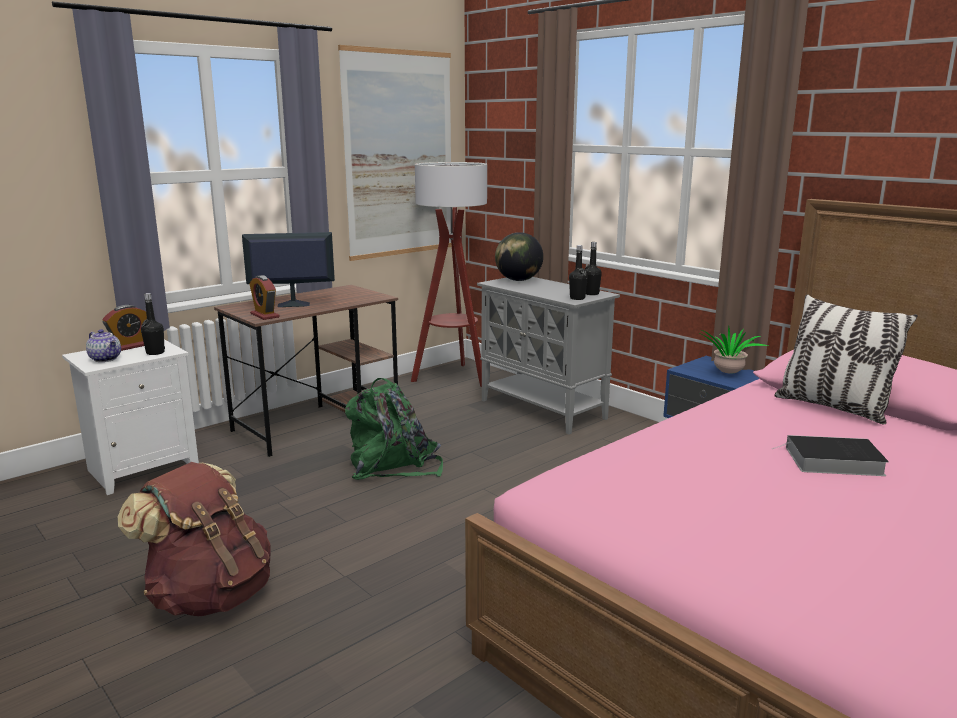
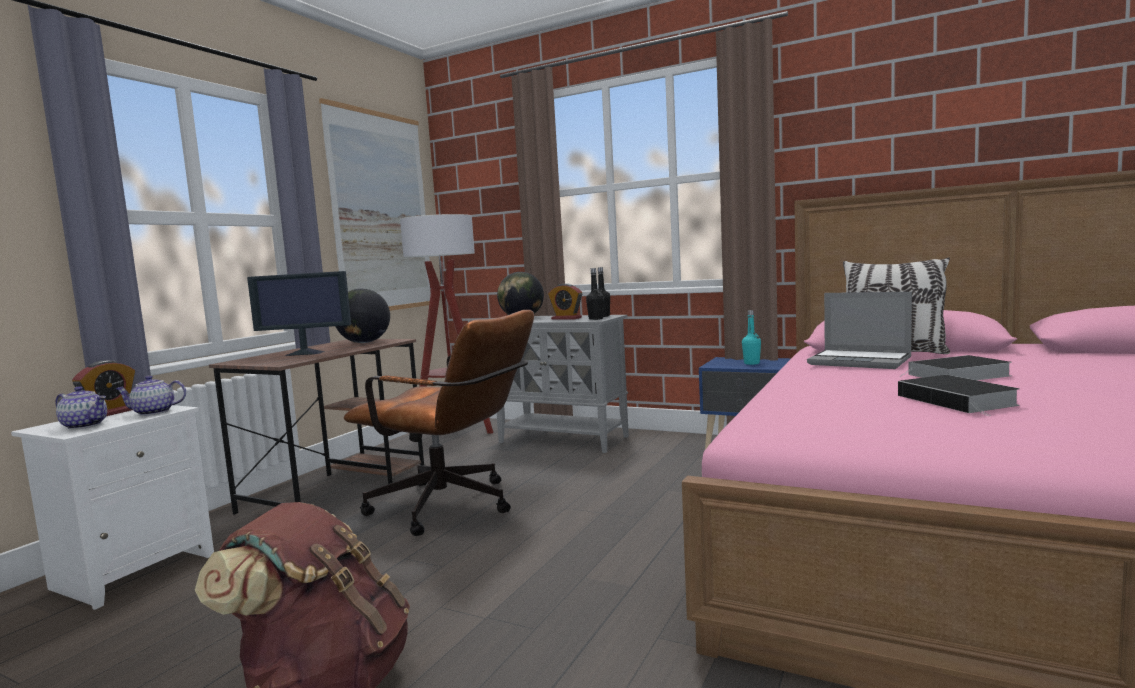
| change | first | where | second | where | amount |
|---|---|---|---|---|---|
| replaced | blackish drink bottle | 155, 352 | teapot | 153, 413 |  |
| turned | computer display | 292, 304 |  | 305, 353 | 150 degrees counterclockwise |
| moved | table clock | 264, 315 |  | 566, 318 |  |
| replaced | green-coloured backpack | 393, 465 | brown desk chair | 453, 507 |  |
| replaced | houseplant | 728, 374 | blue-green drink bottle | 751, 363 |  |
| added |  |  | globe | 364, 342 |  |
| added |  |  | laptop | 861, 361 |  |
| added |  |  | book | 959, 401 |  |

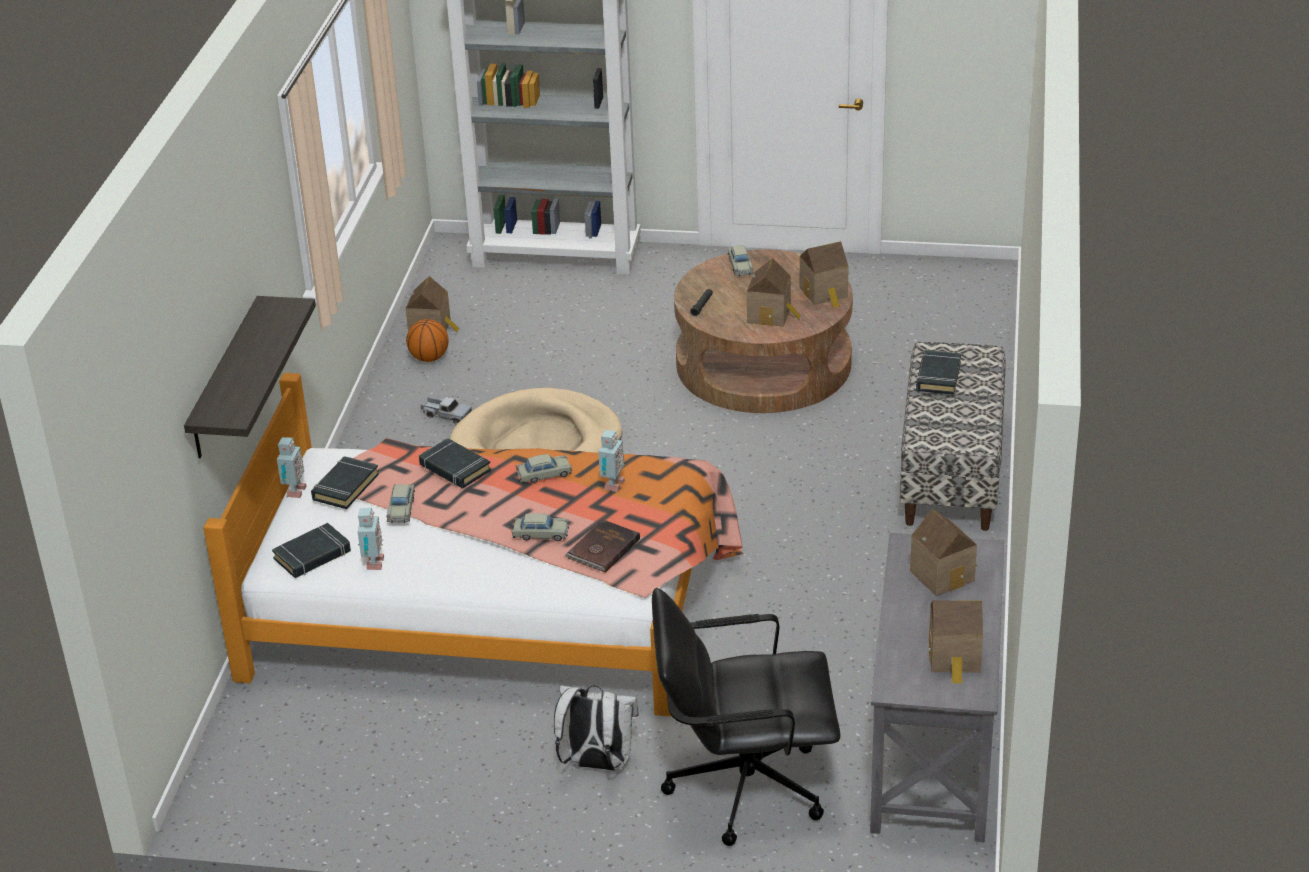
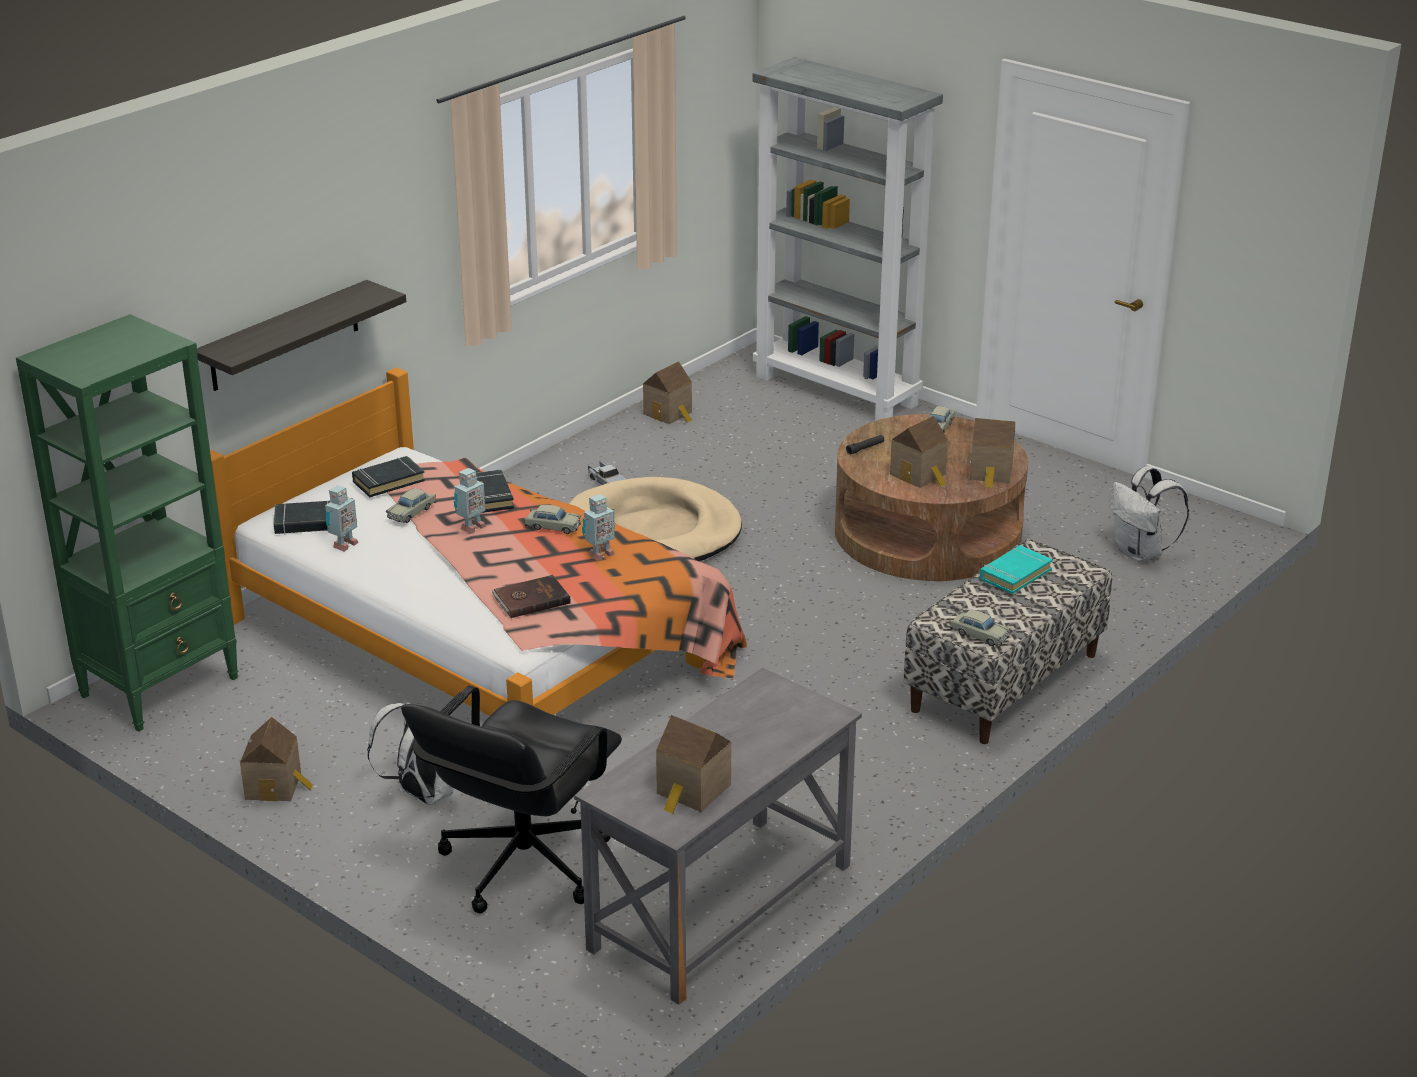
| change | first | where | second | where | amount |
|---|---|---|---|---|---|
| moved | model robot | 294, 492 |  | 471, 527 |  |
| removed | basketball | 429, 358 |  |  |  |
| moved | beige-coloured model car | 540, 534 |  | 979, 634 |  |
| turned | blackish desk chair | 744, 786 |  | 522, 864 | 90 degrees counterclockwise |
| moved | miniature house | 944, 574 |  | 276, 786 |  |
| recoloured | blackish book | 938, 376 | blue-green book | 1015, 574 |  |
| added |  |  | green-coloured shelving unit | 161, 686 |  |
| added |  |  | white-coloured backpack | 1140, 553 |  |

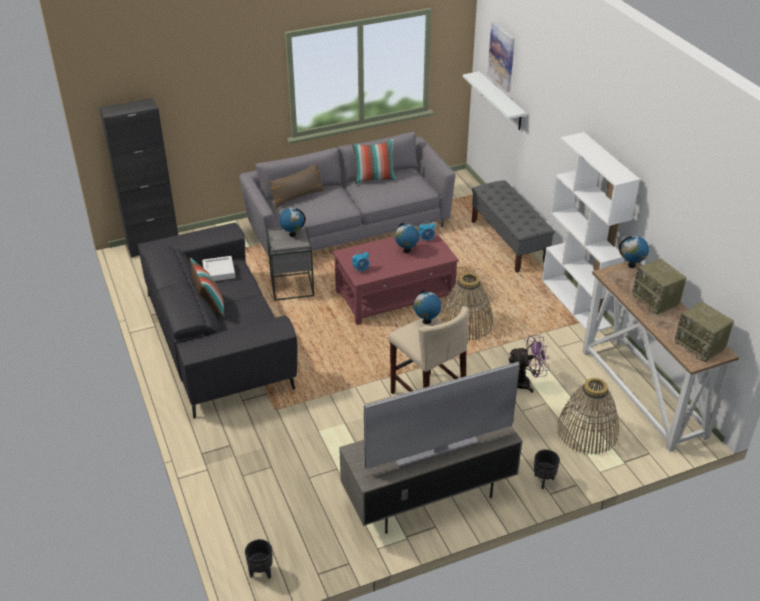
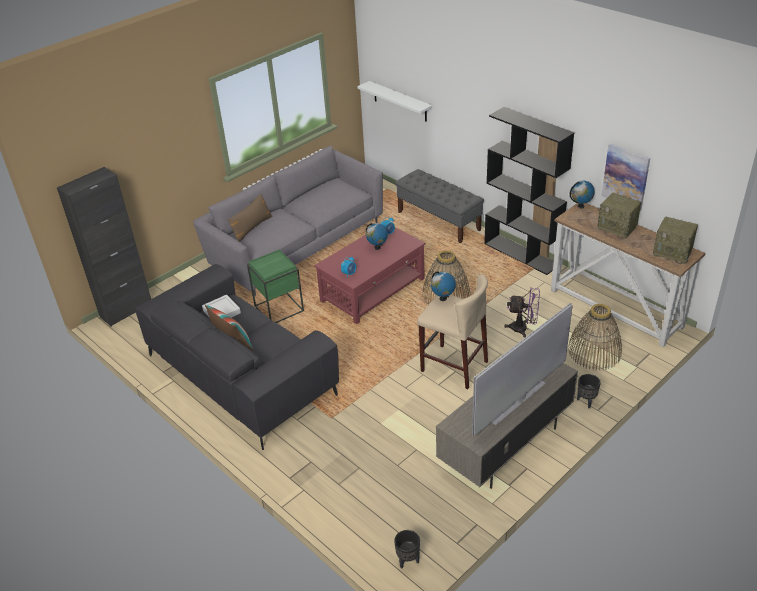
| change | first | where | second | where | amount |
|---|---|---|---|---|---|
| recoloured | grey side table | 292, 287 | green-coloured side table | 279, 309 |  |
| removed | globe | 292, 234 |  |  |  |
| removed | throw pillow | 374, 178 |  |  |  |
| moved | picture | 502, 56 |  | 626, 177 |  |
| turned | purplish fan | 525, 383 |  | 523, 328 | 45 degrees clockwise |
| recoloured | white-coloured shelving unit | 576, 303 | blackish shelving unit | 522, 254 |  |

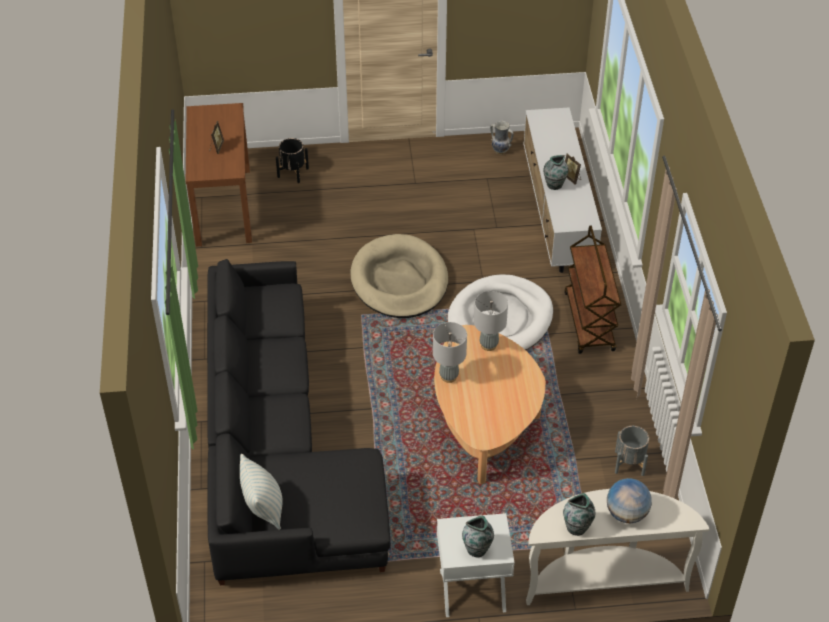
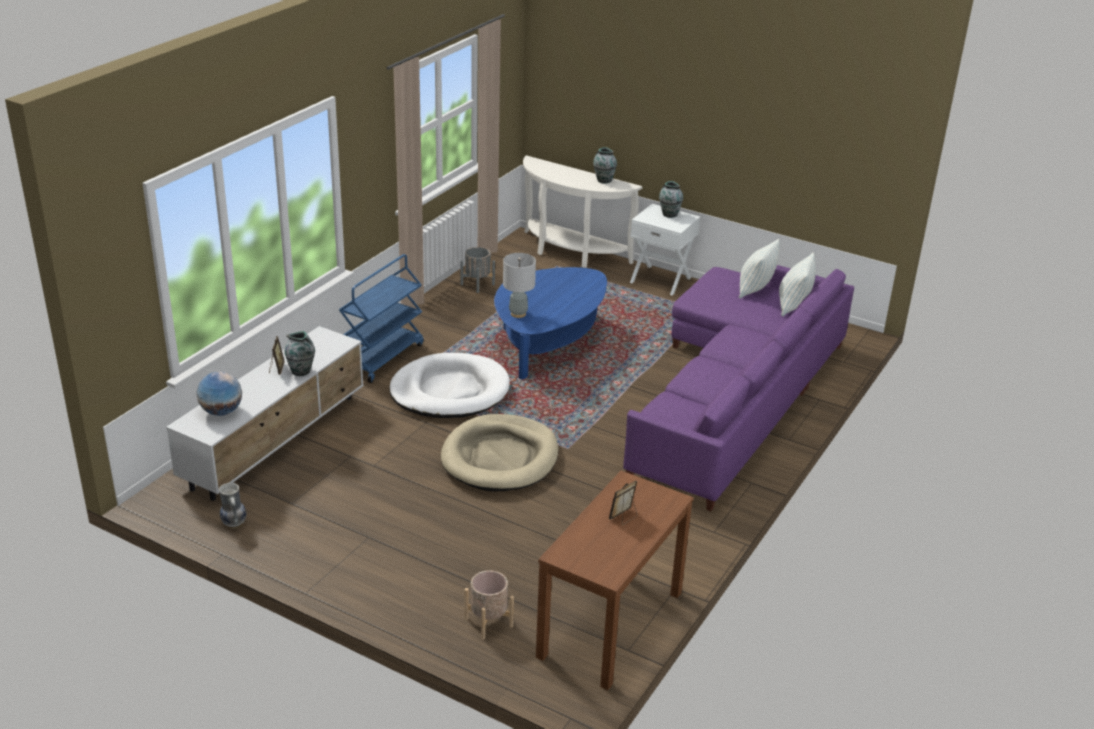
| change | first | where | second | where | amount |
|---|---|---|---|---|---|
| recoloured | blackish settee | 278, 453 | purplish settee | 736, 393 |  |
| recoloured | blackish flower pot | 293, 172 | beige-coloured flower pot | 488, 622 |  |
| removed | grey table lamp | 448, 376 |  |  |  |
| recoloured | beige-coloured coffee table | 485, 420 | blue-coloured coffee table | 548, 343 |  |
| recoloured | brown wheeled cart | 589, 322 | blue-coloured wheeled cart | 382, 358 |  |
| moved | globe | 627, 513 |  | 221, 411 |  |
| added |  |  | throw pillow | 755, 289 |  |

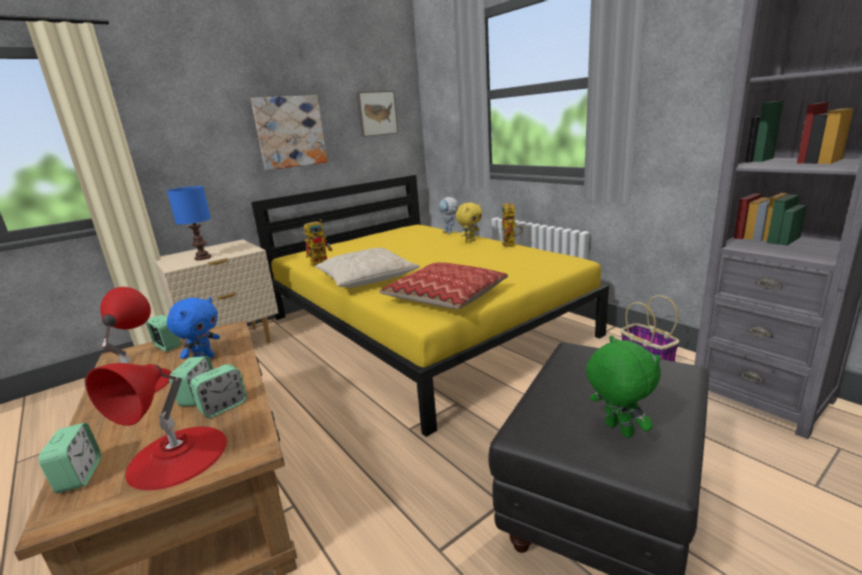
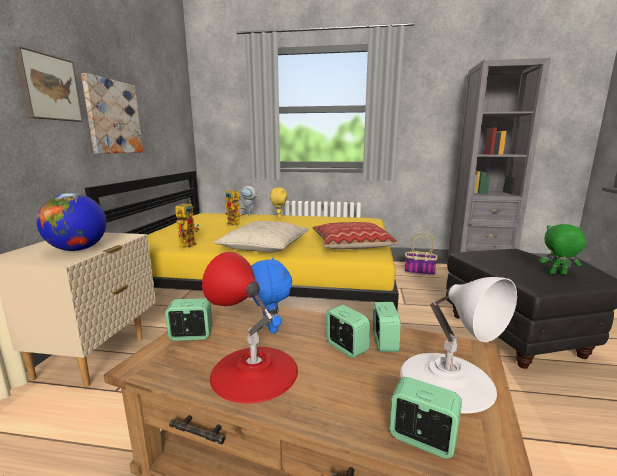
| change | first | where | second | where | amount |
|---|---|---|---|---|---|
| recoloured | red-coloured table lamp | 178, 456 | white-coloured table lamp | 446, 379 |  |
| replaced | blue-coloured table lamp | 202, 258 | globe | 78, 249 |  |
| moved | picture | 376, 113 |  | 47, 88 |  |
| moved | model robot | 511, 245 |  | 236, 224 |  |

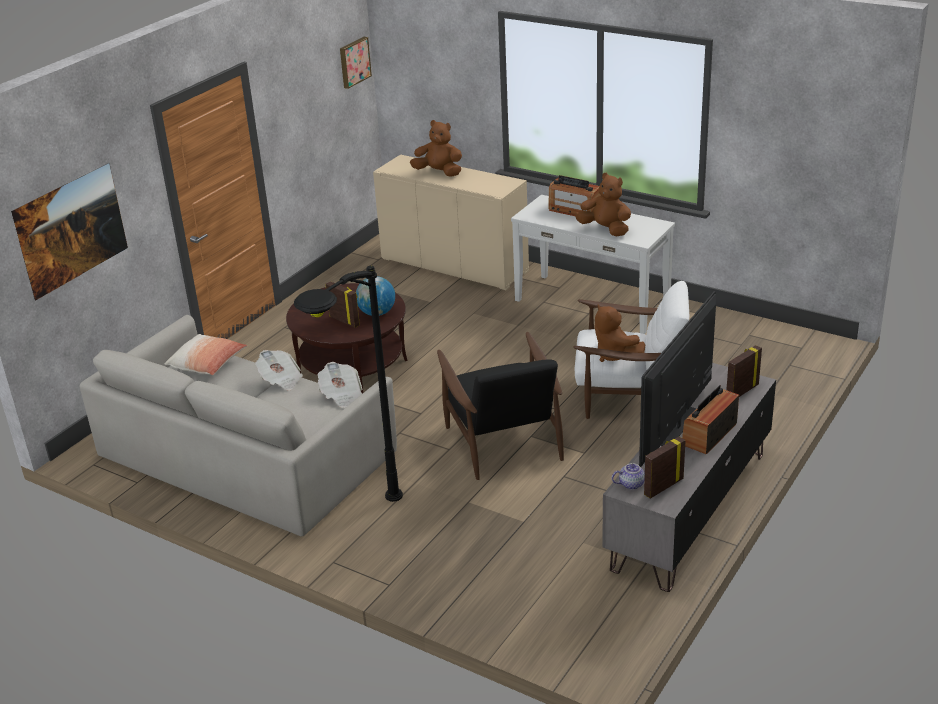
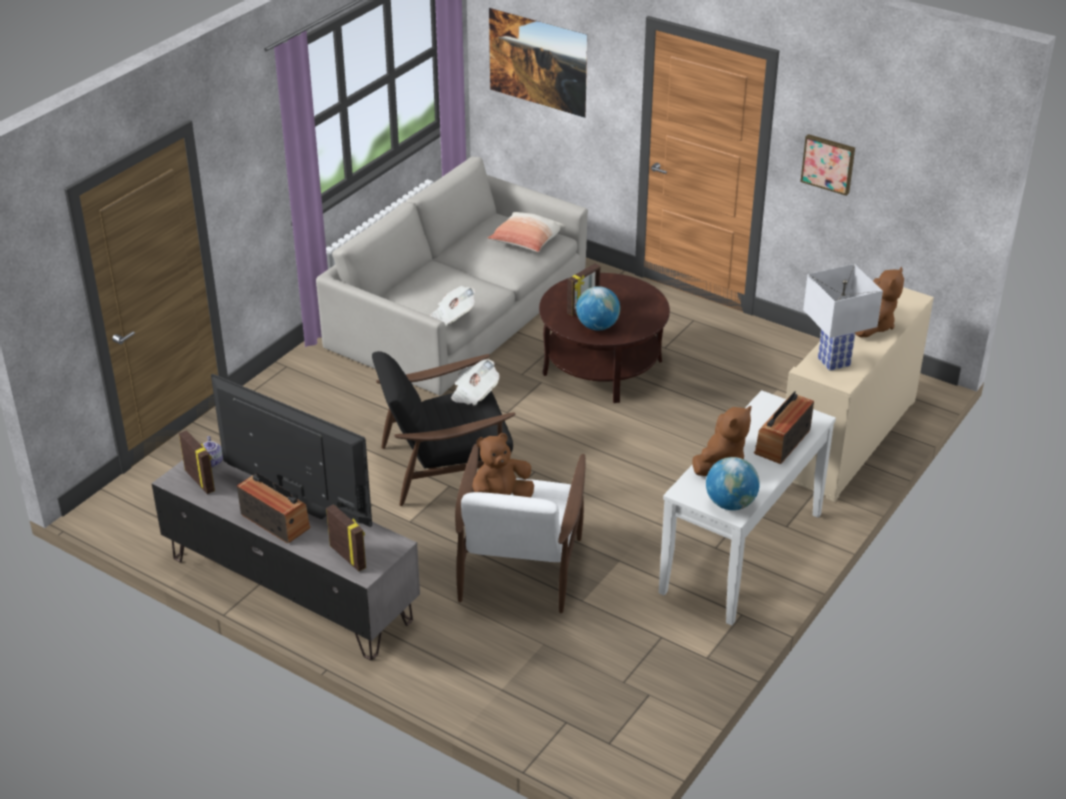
| change | first | where | second | where | amount |
|---|---|---|---|---|---|
| moved | printed paper | 280, 380 |  | 474, 393 |  |
| removed | blackish standard lamp | 360, 528 |  |  |  |
| moved | picture | 354, 62 |  | 828, 163 |  |
| added |  |  | globe | 730, 503 |  |
| added |  |  | white-coloured table lamp | 834, 361 |  |

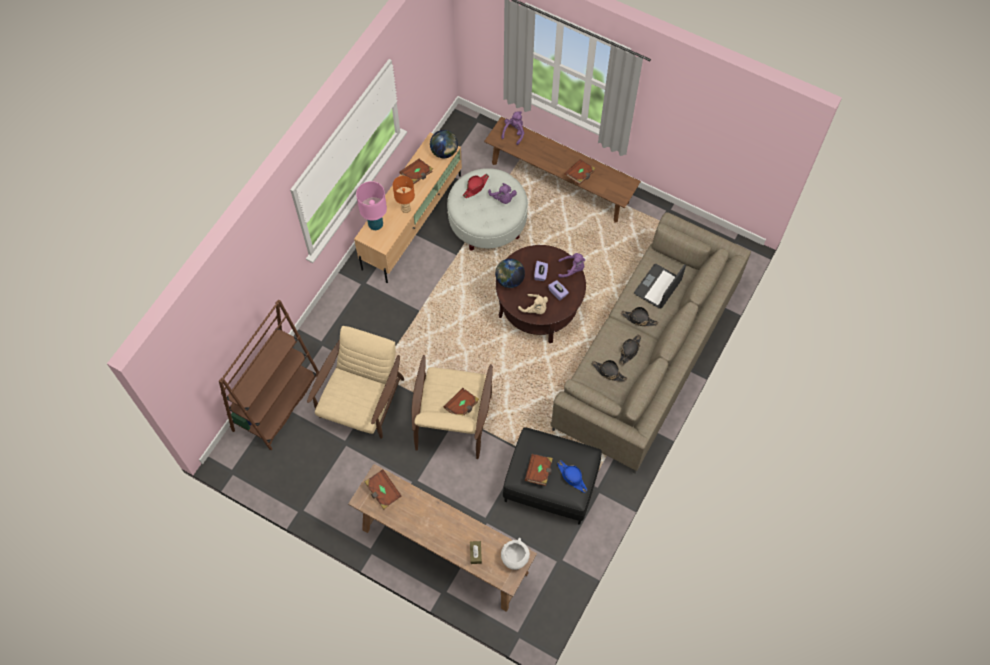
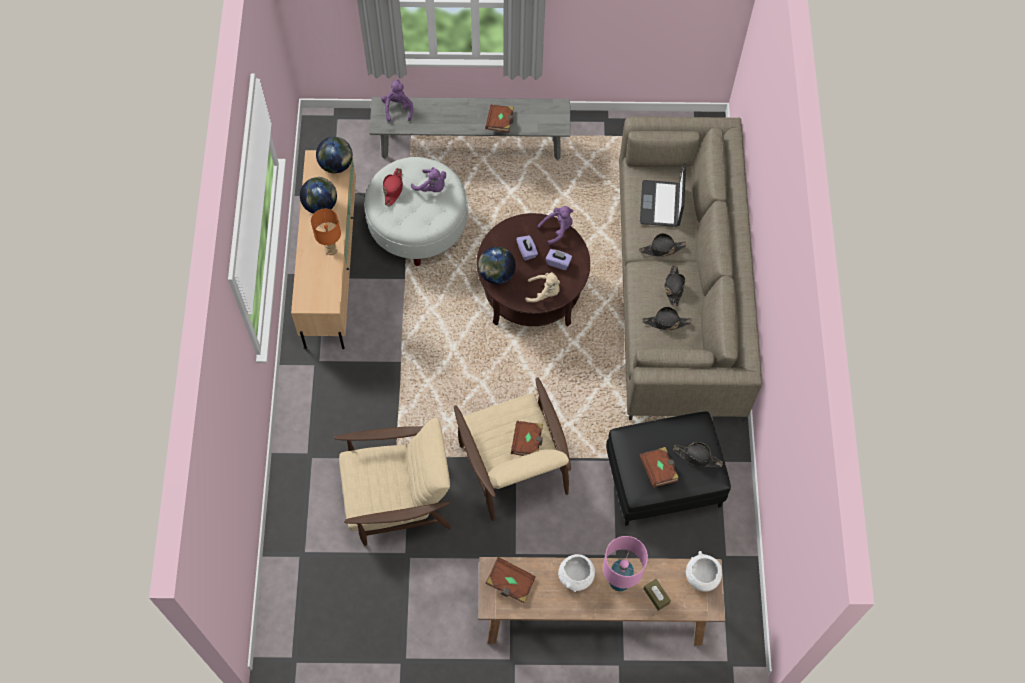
| change | first | where | second | where | amount |
|---|---|---|---|---|---|
| removed | brown shelving unit | 277, 403 |  |  |  |
| turned | beige-coloured lounge chair | 362, 401 |  | 397, 498 | 90 degrees clockwise |
| moved | pink-coloured table lamp | 376, 224 |  | 619, 581 |  |
| replaced | brown book | 417, 175 | globe | 320, 205 |  |
| recoloured | brown indoor bench | 560, 183 | grey indoor bench | 471, 144 |  |
| recoloured | blue-coloured hat | 572, 477 | blackish hat | 697, 457 |  |
| added |  |  | white-coloured deep dish | 576, 577 |  |

